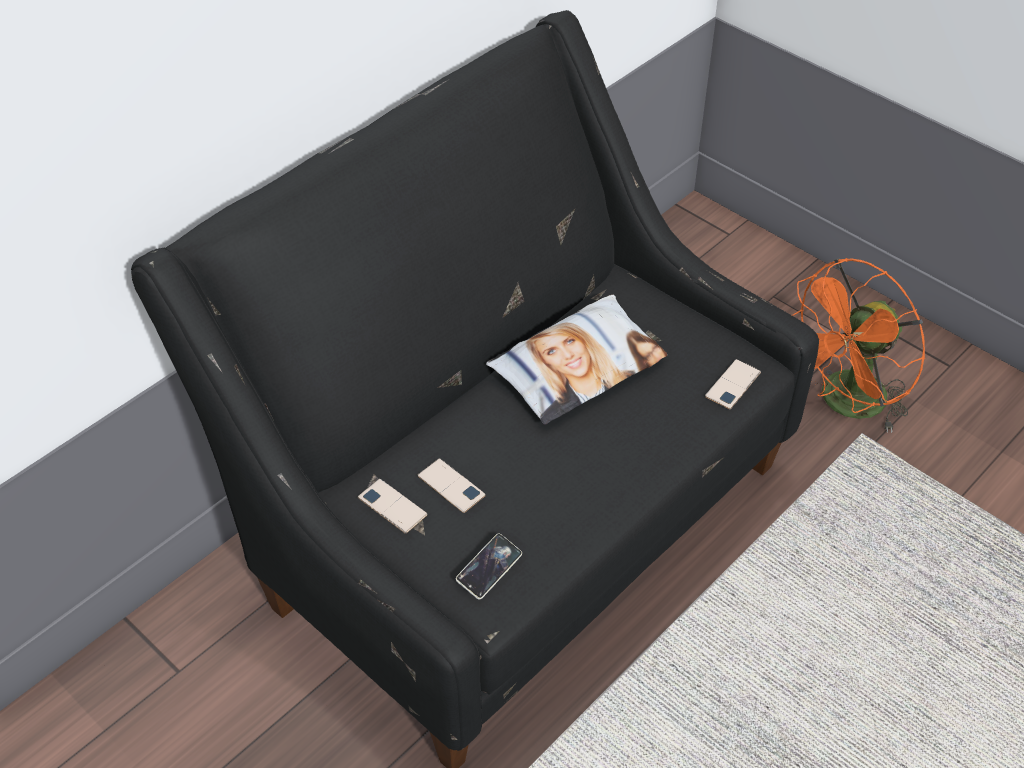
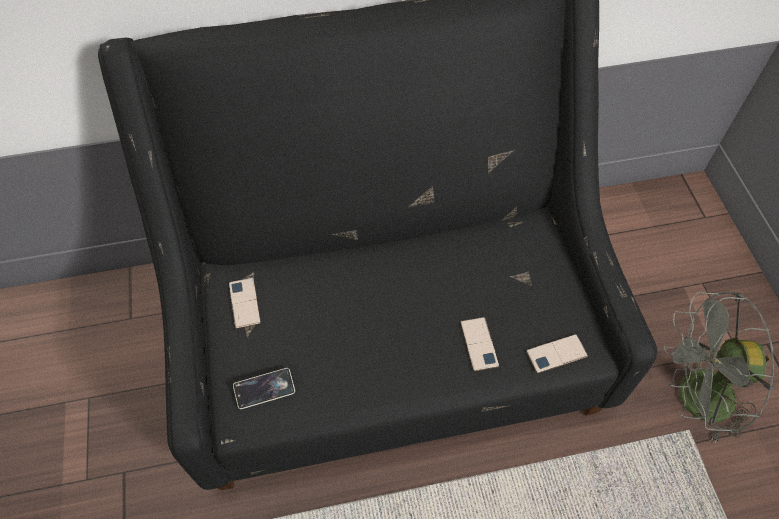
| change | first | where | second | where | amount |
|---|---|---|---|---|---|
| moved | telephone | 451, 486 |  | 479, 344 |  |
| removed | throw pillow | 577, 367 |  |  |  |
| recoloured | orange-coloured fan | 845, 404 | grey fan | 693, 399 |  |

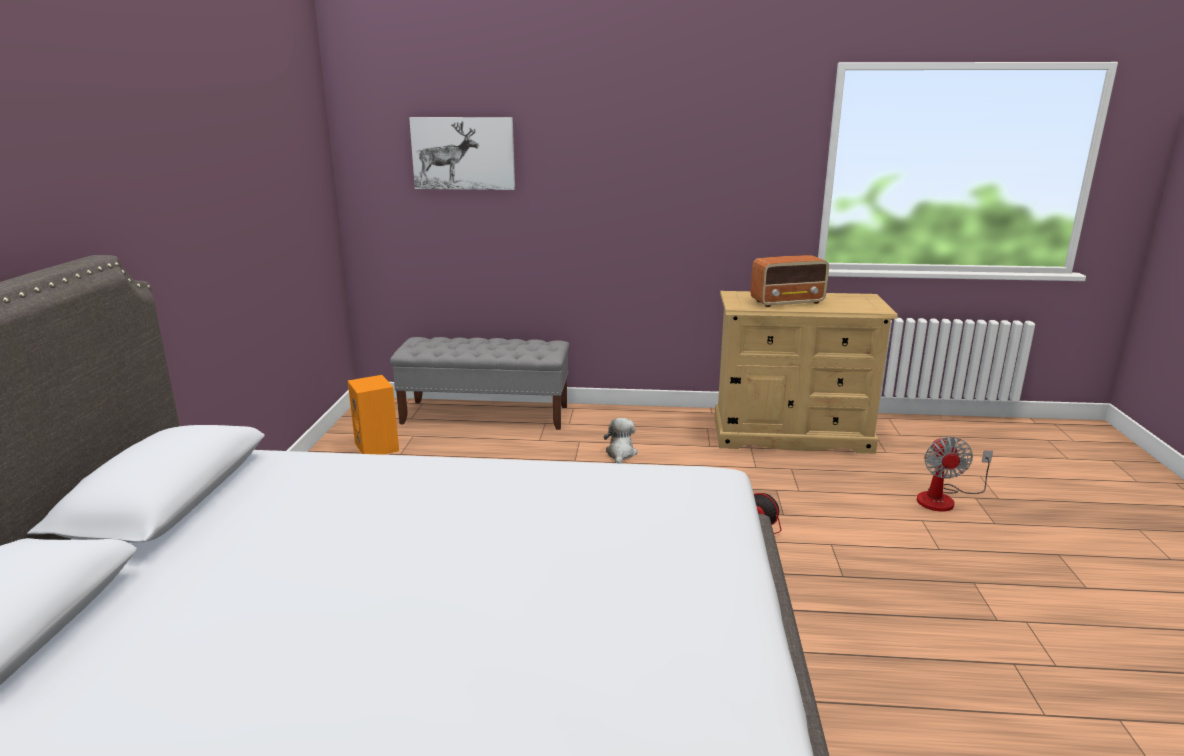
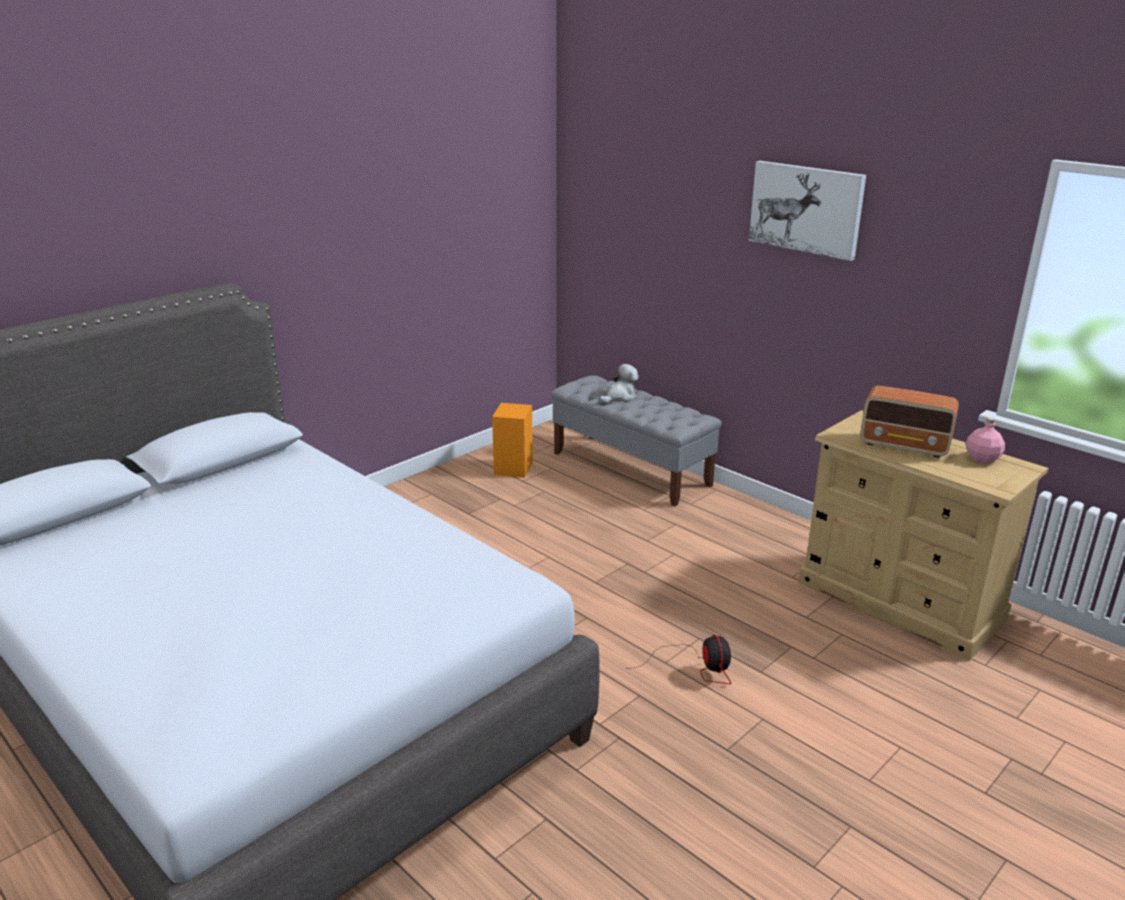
| change | first | where | second | where | amount |
|---|---|---|---|---|---|
| moved | picture | 463, 153 |  | 806, 209 |  |
| moved | cuddly toy | 620, 454 |  | 620, 397 |  |
| removed | fan | 944, 499 |  |  |  |
| added |  |  | pink-coloured drink bottle | 982, 459 |  |

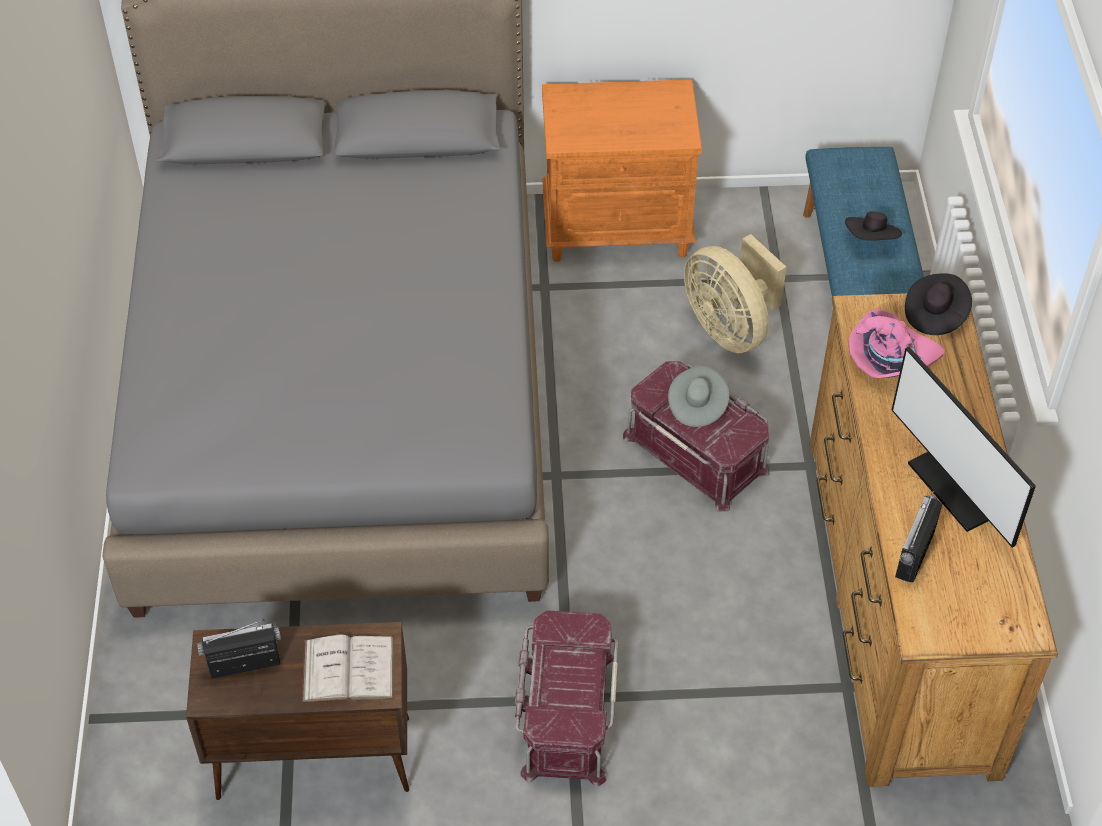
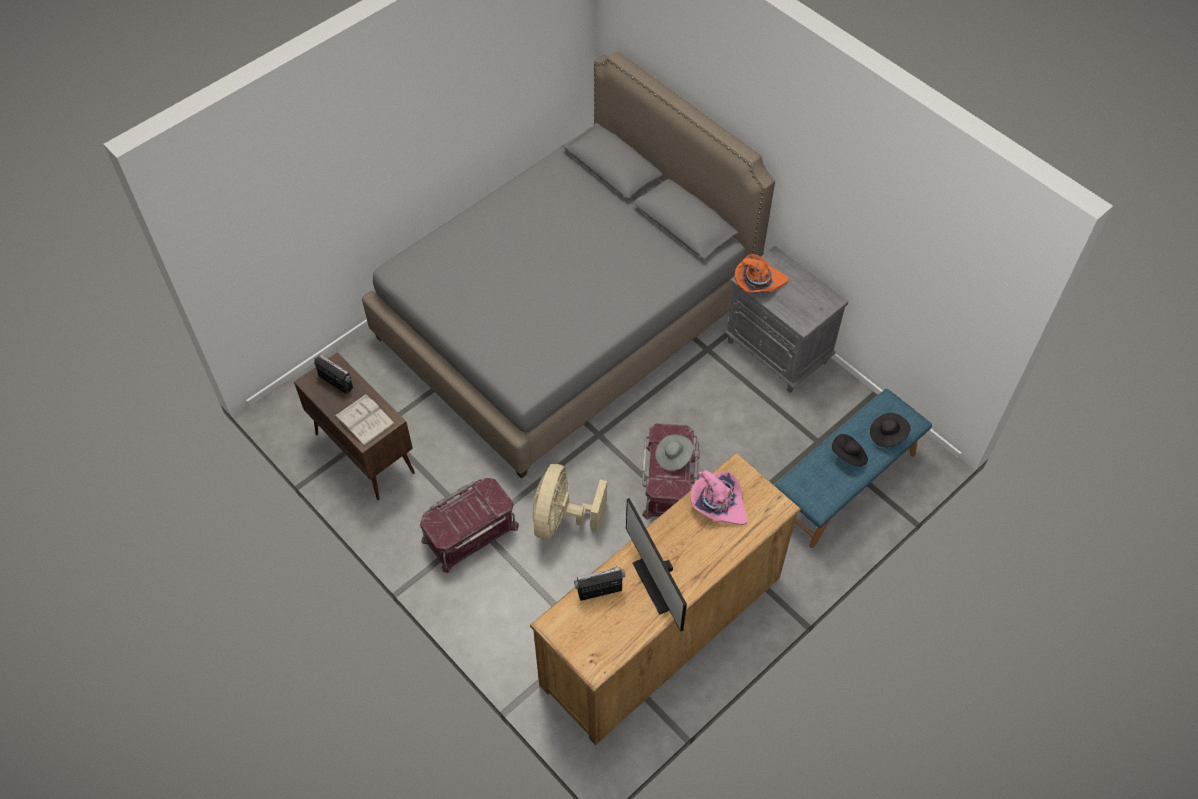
| change | first | where | second | where | amount |
|---|---|---|---|---|---|
| recoloured | orange-coloured nightstand | 618, 228 | grey nightstand | 778, 352 |  |
| moved | beige-coloured fan | 730, 328 |  | 562, 519 |  |
| turned | computer display | 955, 488 |  | 658, 583 | 45 degrees counterclockwise |
| moved | blackish hat | 935, 314 |  | 887, 435 |  |
| added |  |  | orange-coloured hat | 758, 281 |  |

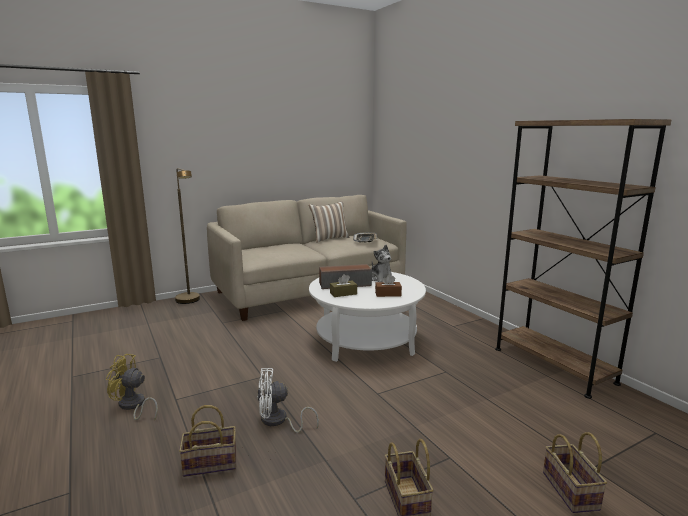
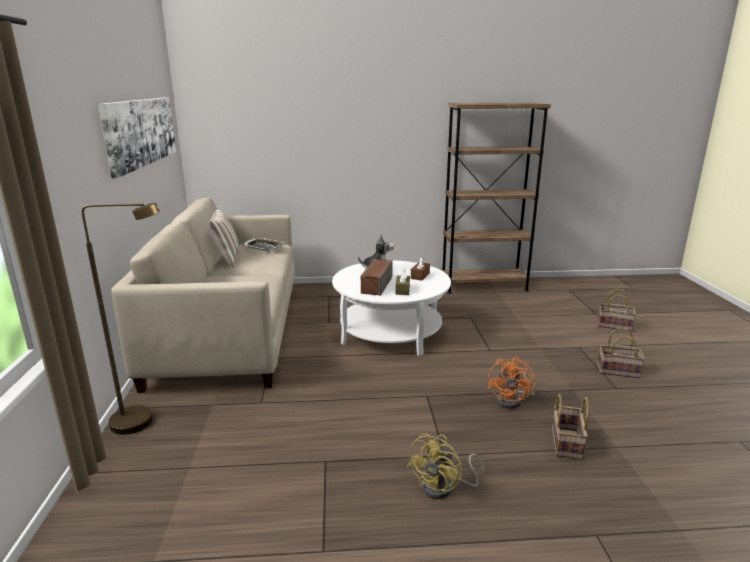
| change | first | where | second | where | amount |
|---|---|---|---|---|---|
| recoloured | white-coloured fan | 278, 421 | orange-coloured fan | 513, 400 |  |
| added |  |  | picture | 141, 132 |  |

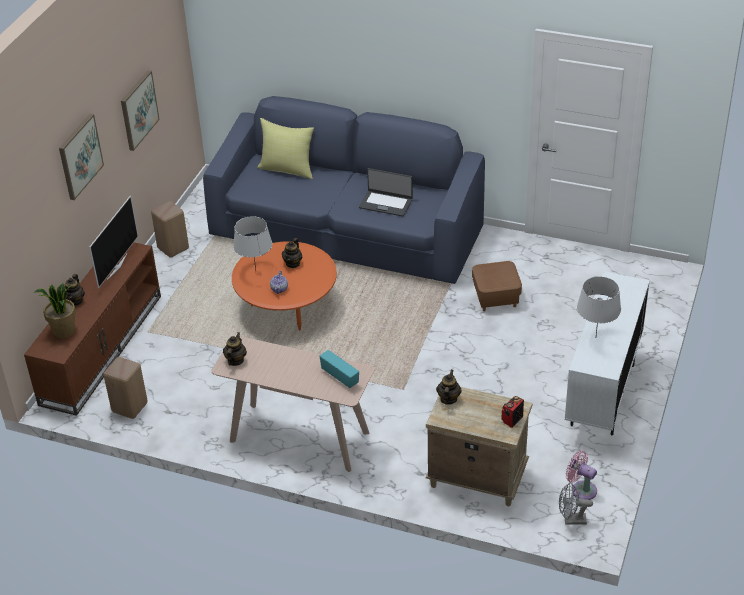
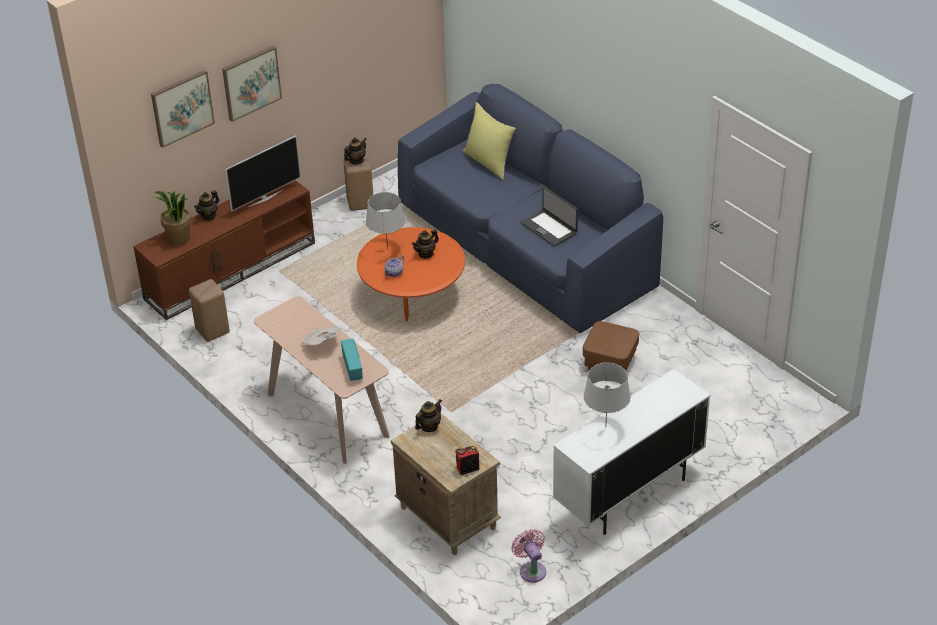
| change | first | where | second | where | amount |
|---|---|---|---|---|---|
| moved | picture | 138, 110 |  | 182, 107 |  |
| moved | teapot | 235, 360 |  | 356, 160 |  |
| removed | grey fan | 571, 520 |  |  |  |
| added |  |  | printed paper | 321, 343 |  |

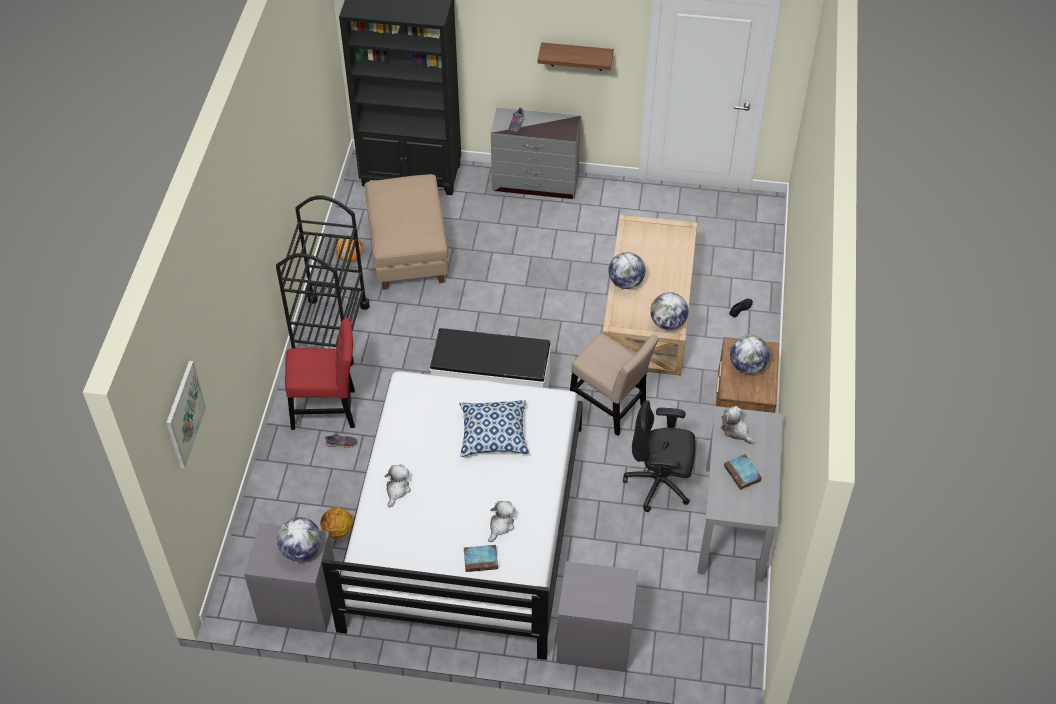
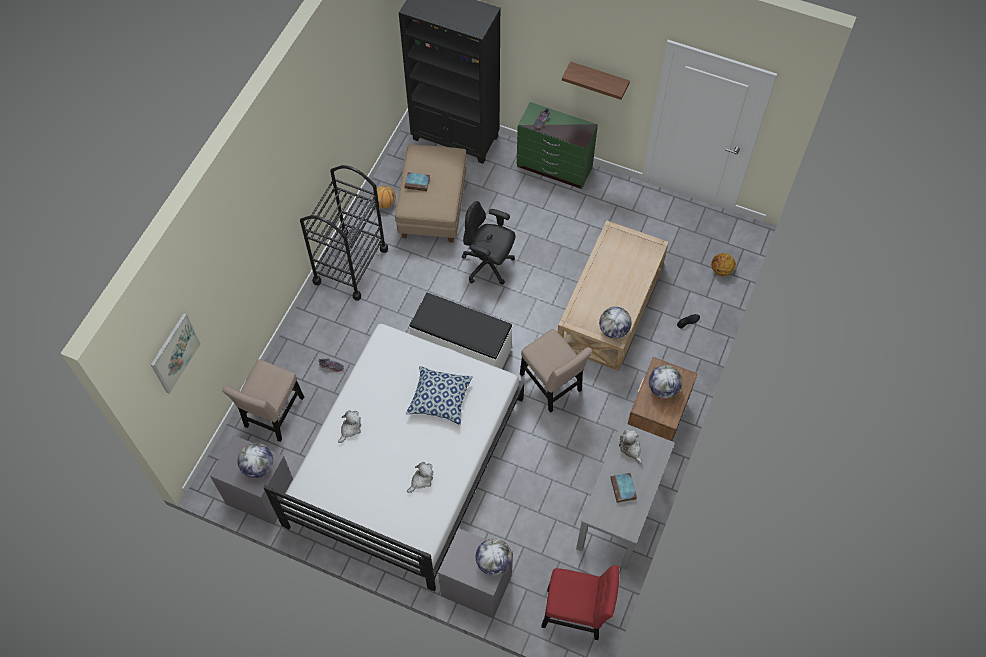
| change | first | where | second | where | amount |
|---|---|---|---|---|---|
| moved | red-coloured upright chair | 327, 410 |  | 577, 613 |  |
| moved | basketball | 337, 531 |  | 721, 270 |  |
| moved | book | 481, 560 |  | 418, 183 |  |
| recoloured | grey chest of drawers | 536, 184 | green-coloured chest of drawers | 554, 168 |  |
| moved | globe | 625, 282 |  | 493, 562 |  |
| moved | blackish desk chair | 660, 484 |  | 488, 265 |  |
| added |  |  | beige-coloured upright chair | 273, 415 |  |

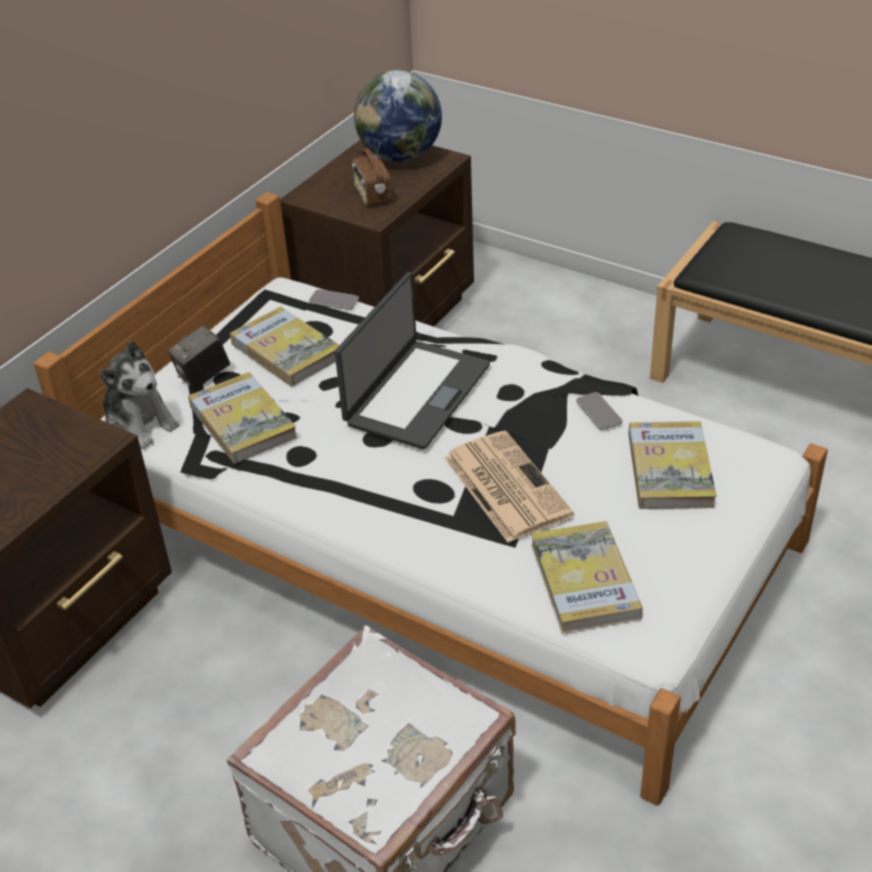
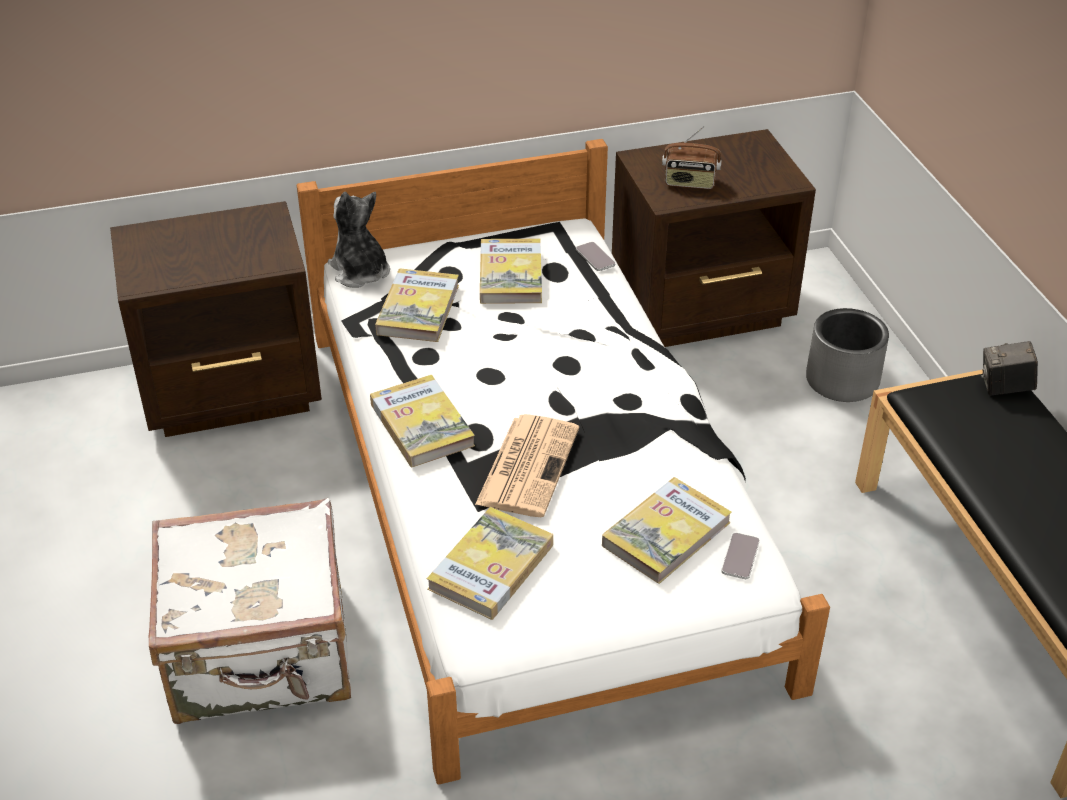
| change | first | where | second | where | amount |
|---|---|---|---|---|---|
| turned | cuddly toy | 140, 423 |  | 360, 272 | 150 degrees clockwise |
| moved | photo camera | 203, 377 |  | 1004, 388 |  |
| removed | laptop | 416, 394 |  |  |  |
| turned | radio set | 372, 195 |  | 689, 183 | 105 degrees counterclockwise |
| removed | globe | 400, 156 |  |  |  |
| moved | telephone | 599, 412 |  | 740, 557 |  |
| added |  |  | book | 422, 425 |  |
| added |  |  | grey flower pot | 842, 381 |  |

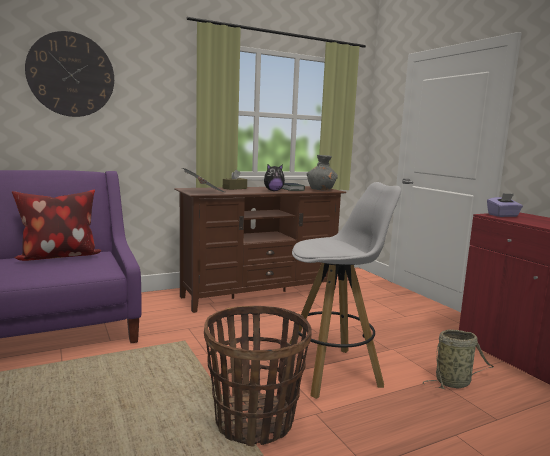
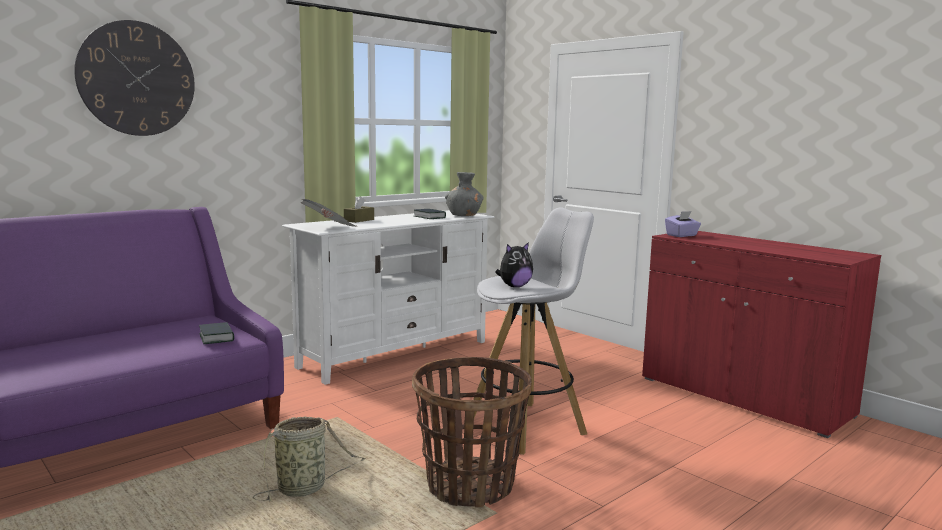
| change | first | where | second | where | amount |
|---|---|---|---|---|---|
| removed | throw pillow | 58, 257 |  |  |  |
| recoloured | brown tv stand | 259, 294 | white-coloured tv stand | 395, 354 |  |
| moved | cuddly toy | 273, 191 |  | 514, 286 |  |
| moved | basket | 454, 382 |  | 305, 488 |  |
| added |  |  | book | 216, 337 |  |

